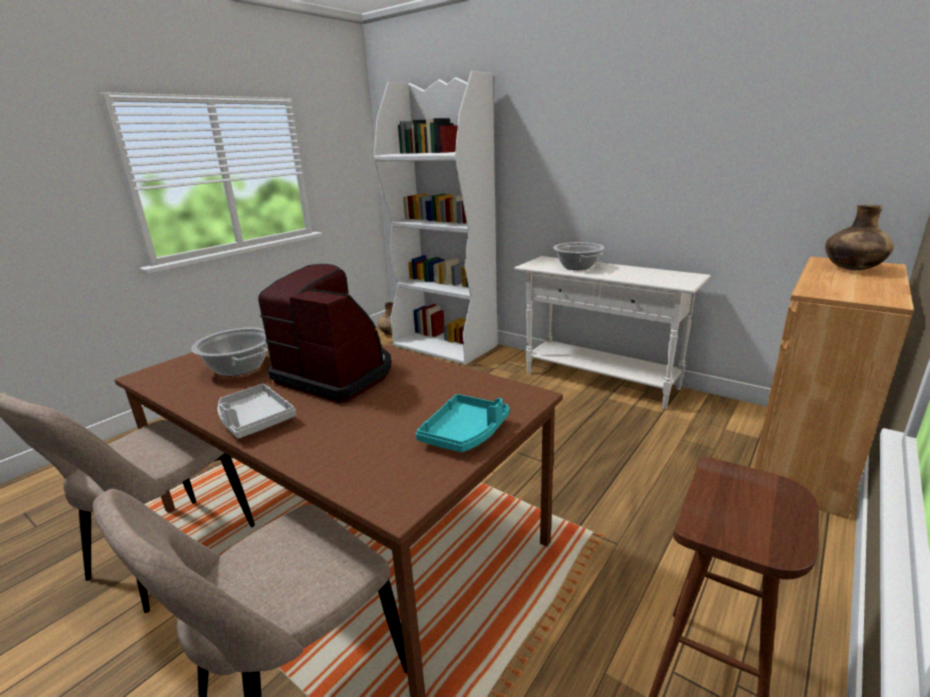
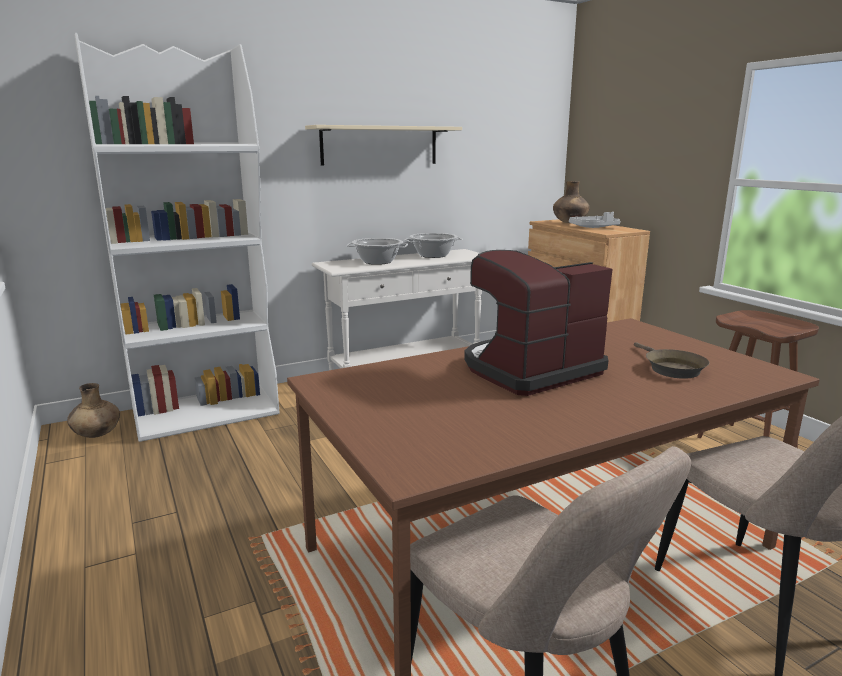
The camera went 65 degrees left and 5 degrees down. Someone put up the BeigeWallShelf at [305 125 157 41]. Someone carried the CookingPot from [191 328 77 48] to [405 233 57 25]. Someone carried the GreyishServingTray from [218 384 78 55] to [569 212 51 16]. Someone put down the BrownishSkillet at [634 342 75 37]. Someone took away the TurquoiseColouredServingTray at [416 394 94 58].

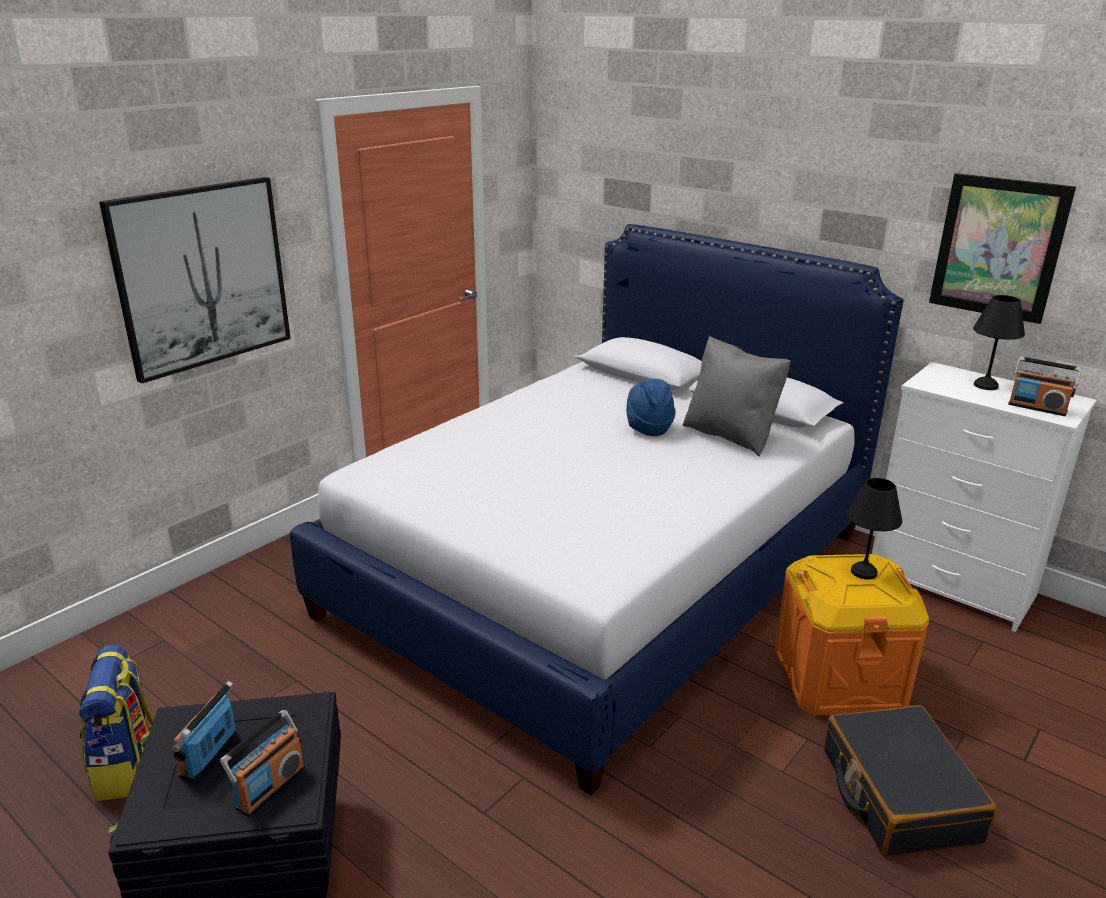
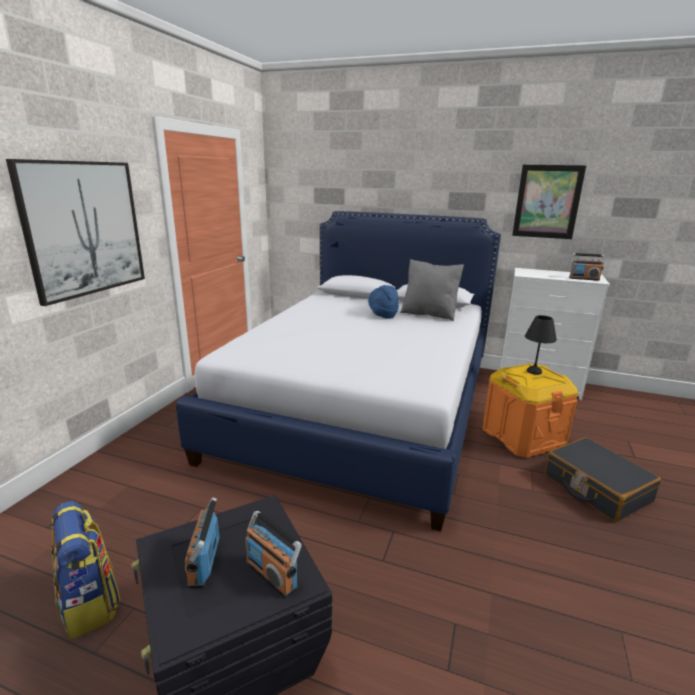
The camera went 20 degrees left and 5 degrees down. Someone rotated the Radio at [220 710 85 107] by 120 degrees clockwise. Someone took away the BlackColouredLampForATable at [973 295 52 95].

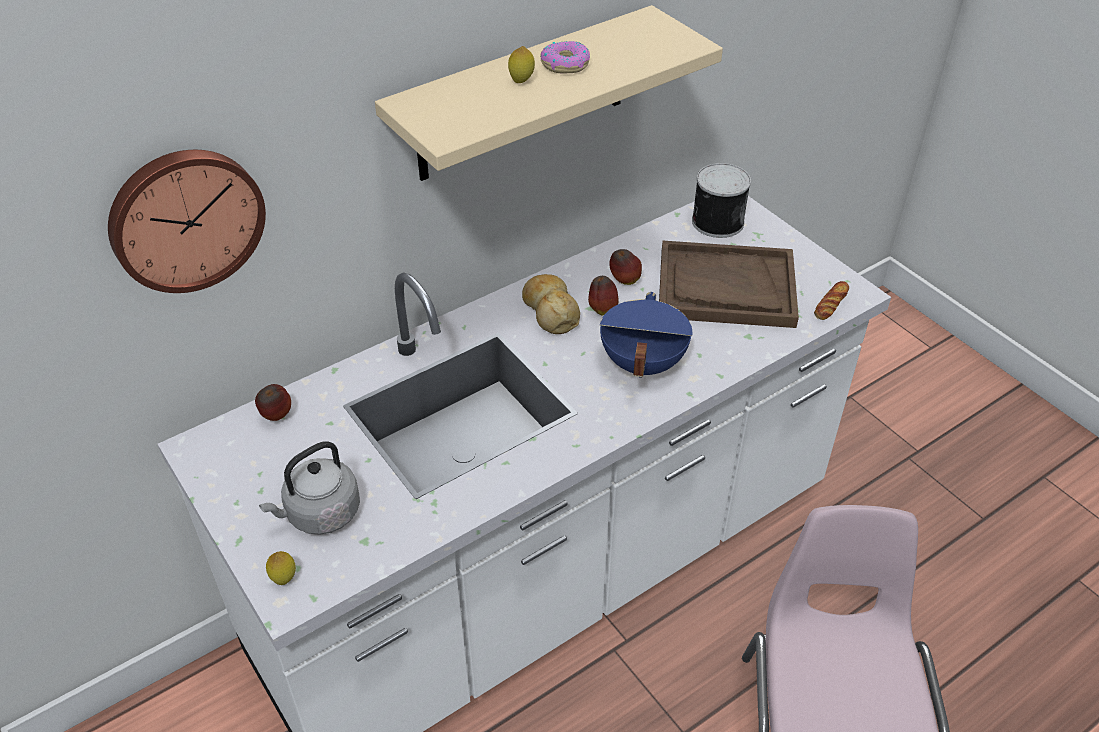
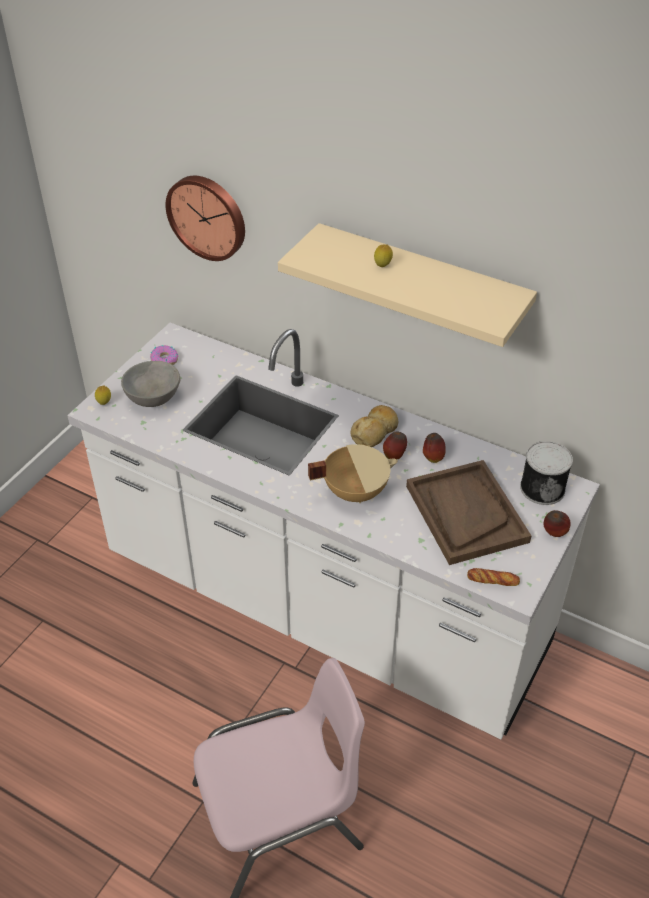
The camera went 65 degrees right and 0 degrees up. Someone swapped the GreyishKettle at [259 441 101 94] for the GreyishDeepDish at [121 361 60 46]. Someone carried the Doughnut from [540 41 50 32] to [150 345 28 20]. Someone repainted the BluishCookingPot at [600 292 92 86], which became the BeigeCookingPot at [308 444 90 59]. Someone carried the WholeApple from [255 384 36 37] to [544 510 27 27].

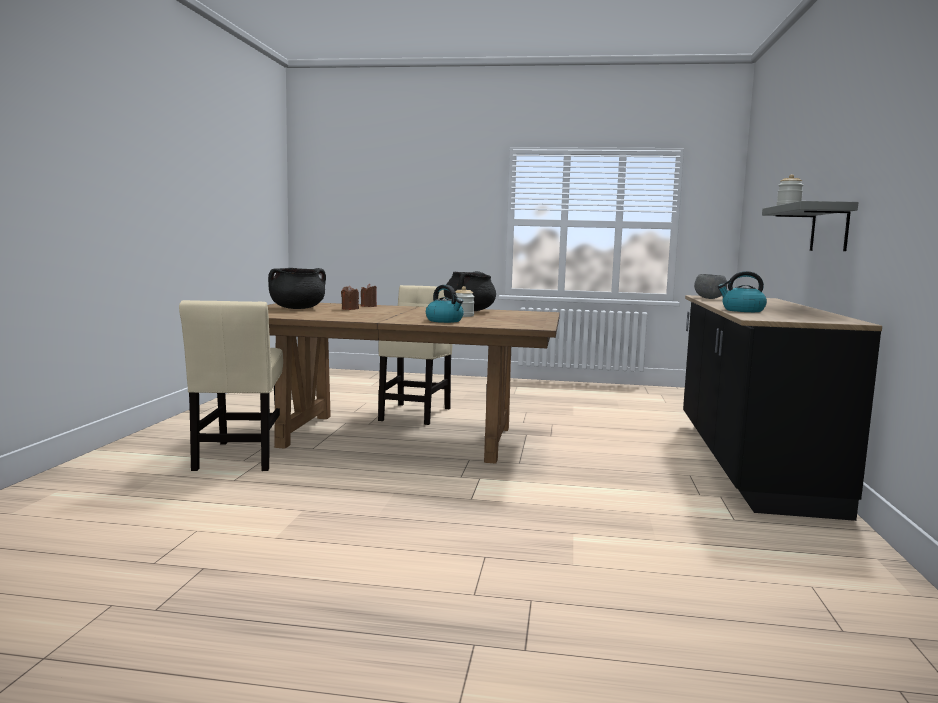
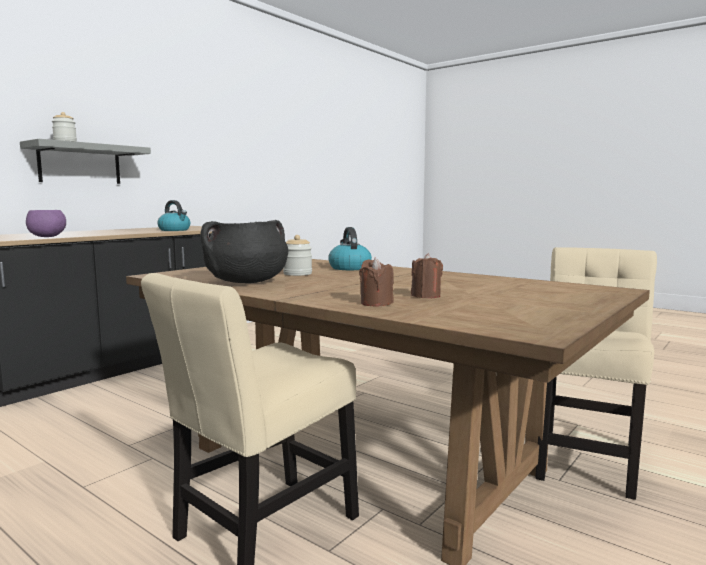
The camera went 150 degrees left and 0 degrees up. Someone repainted the GreyishDeepDish at [694 274 33 25], which became the PurplishDeepDish at [26 210 40 27]. Someone took away the BlackColouredCookingPot at [268 268 58 41].

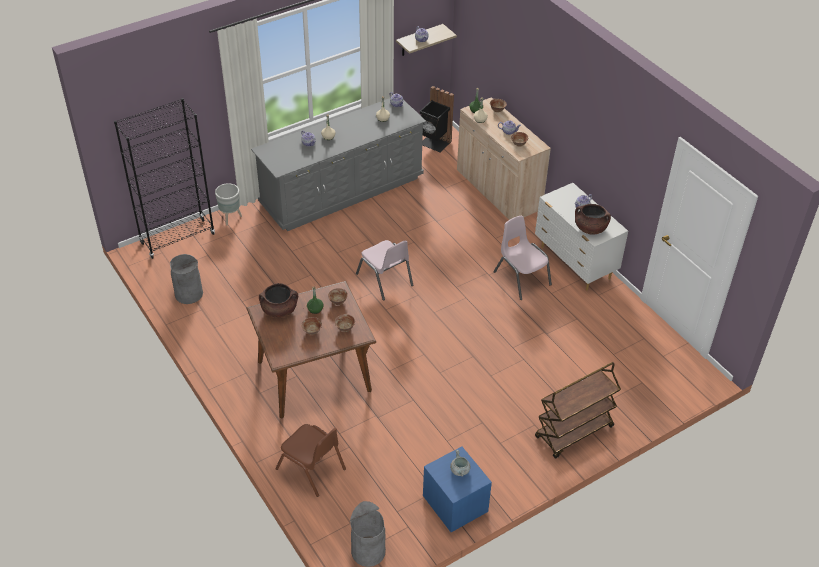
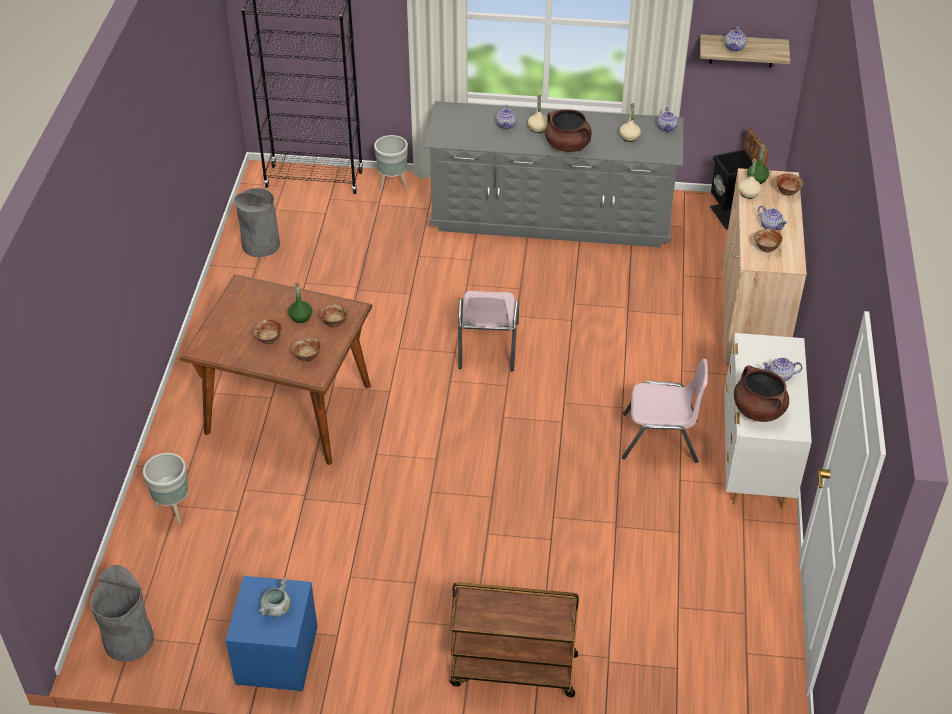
The camera went 40 degrees right and 0 degrees up. Someone swapped the BrownishUprightChair at [275 424 71 73] for the GreyishPlanter at [143 453 45 70]. Someone carried the BrownishCookingPot from [259 283 39 35] to [545 109 47 43]. Someone rotated the PinkishUprightChair at [493 216 59 84] by 90 degrees clockwise.

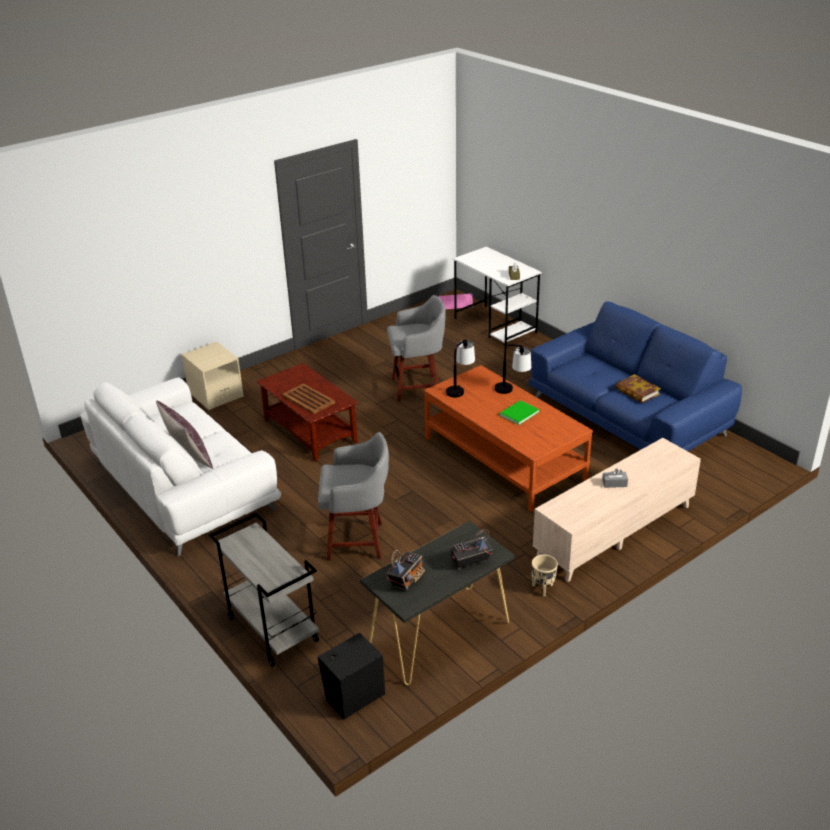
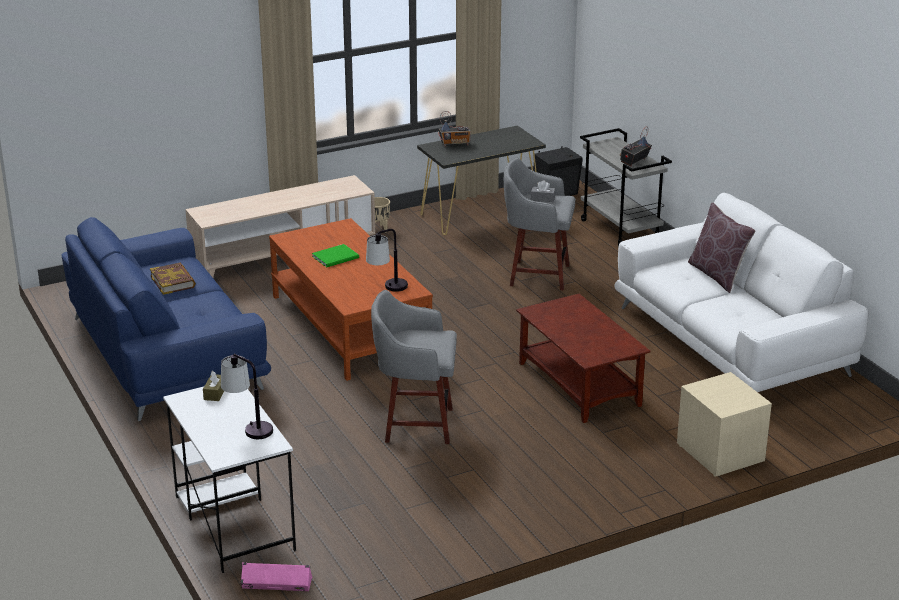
The camera went 170 degrees left and 5 degrees down. Someone carried the LampForATable from [495 344 36 50] to [221 354 52 85]. Someone carried the GreyishTissueBox from [602 468 26 20] to [531 181 24 21]. Someone carried the Radio from [387 550 38 40] to [619 126 33 41]. Someone took away the BrownishServingTray at [282 383 53 31].

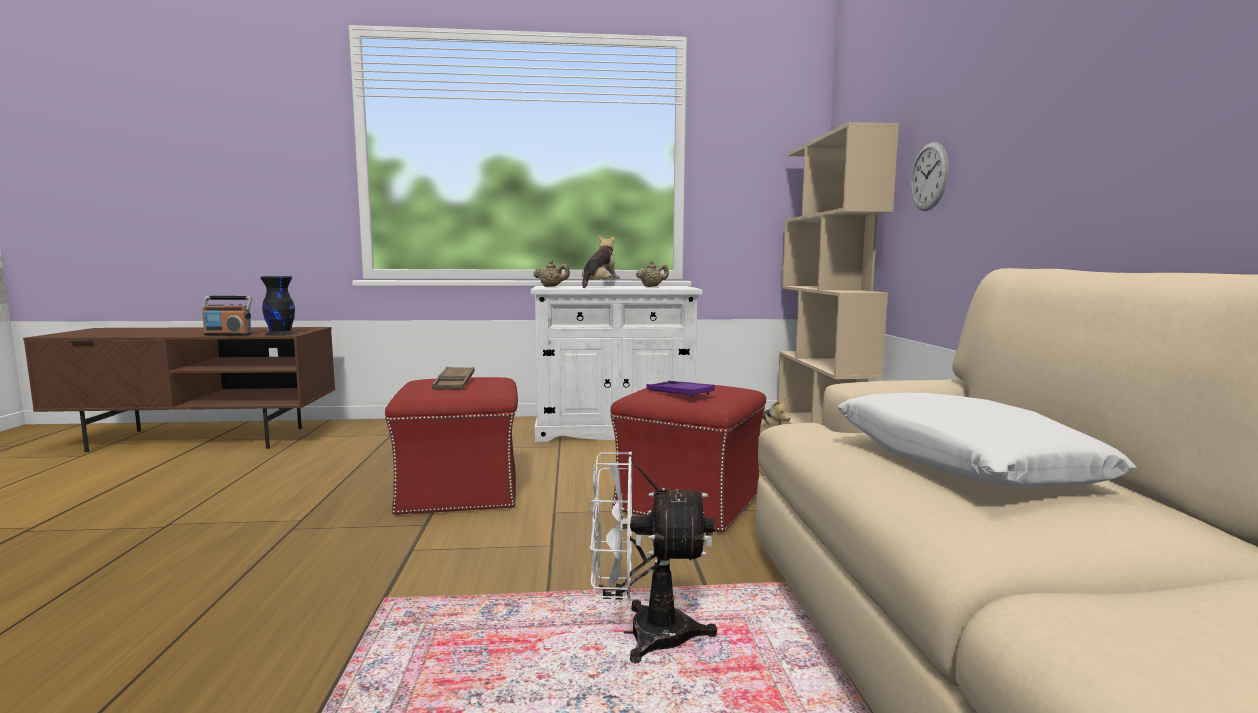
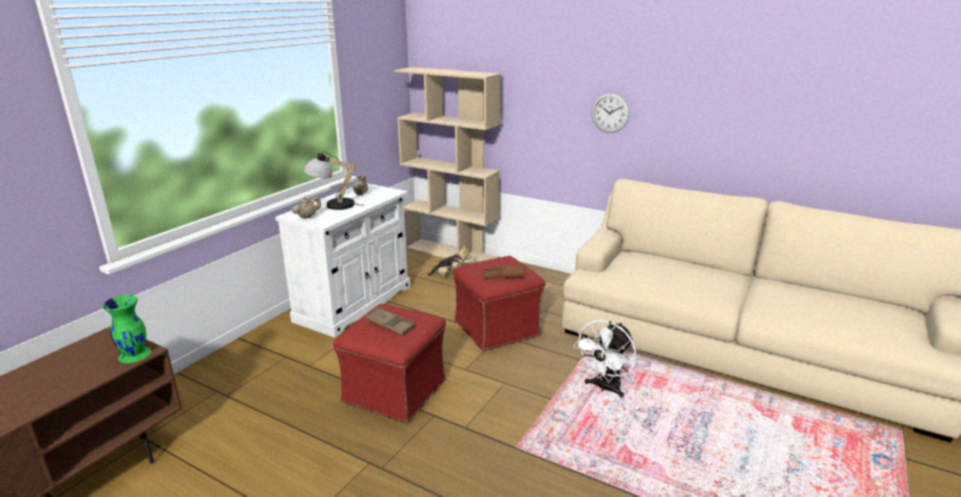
The camera went 55 degrees left and 15 degrees up. Someone repainted the BlackColouredDecorativeVase at [260 276 37 60], which became the GreenDecorativeVase at [103 295 48 68]. Someone swapped the SoftToy at [582 235 38 53] for the LampForATable at [303 151 62 59]. Someone repainted the PurplishServingTray at [646 381 69 16], which became the BrownishServingTray at [483 265 41 14]. Someone carried the HangingClock from [910 142 39 69] to [591 93 39 40]. Someone took away the Radio at [202 296 50 39]. Someone took away the WhitishThrowPillow at [838 393 298 94].

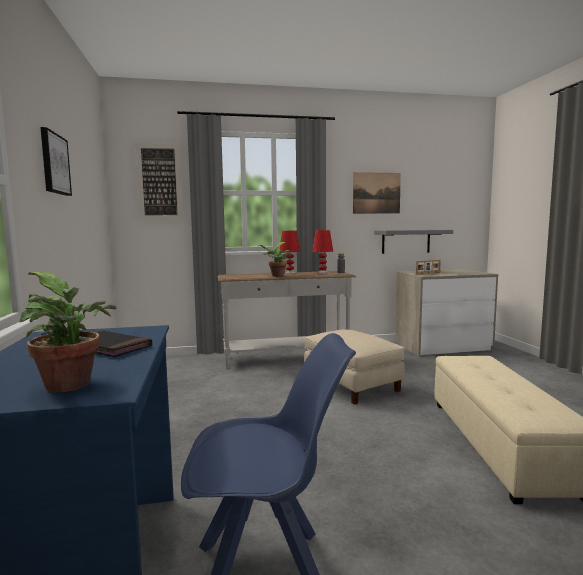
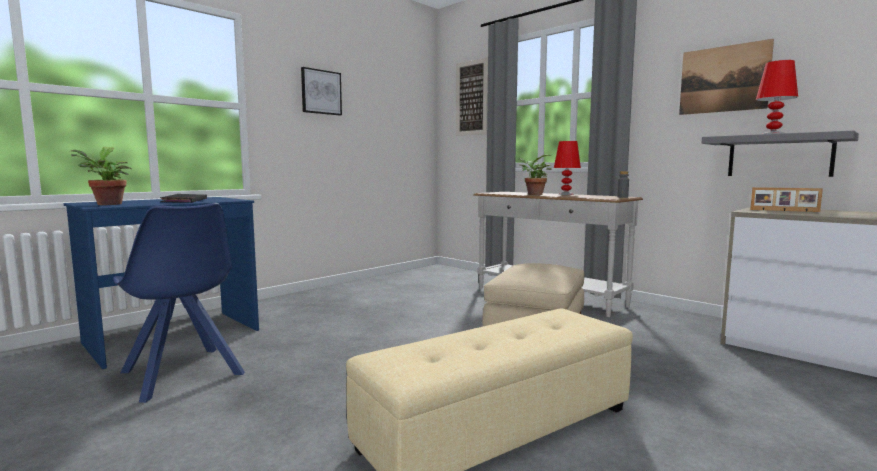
The camera went 55 degrees right and 0 degrees up. Someone carried the RedColouredLampForATable from [312 230 21 43] to [756 60 42 74].

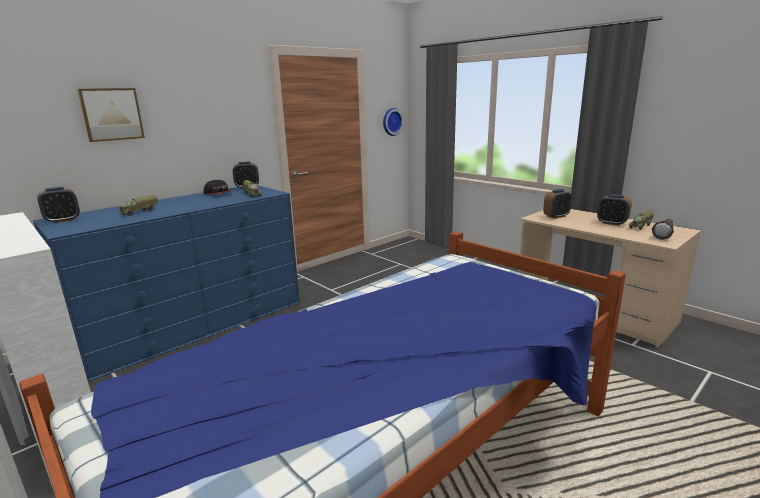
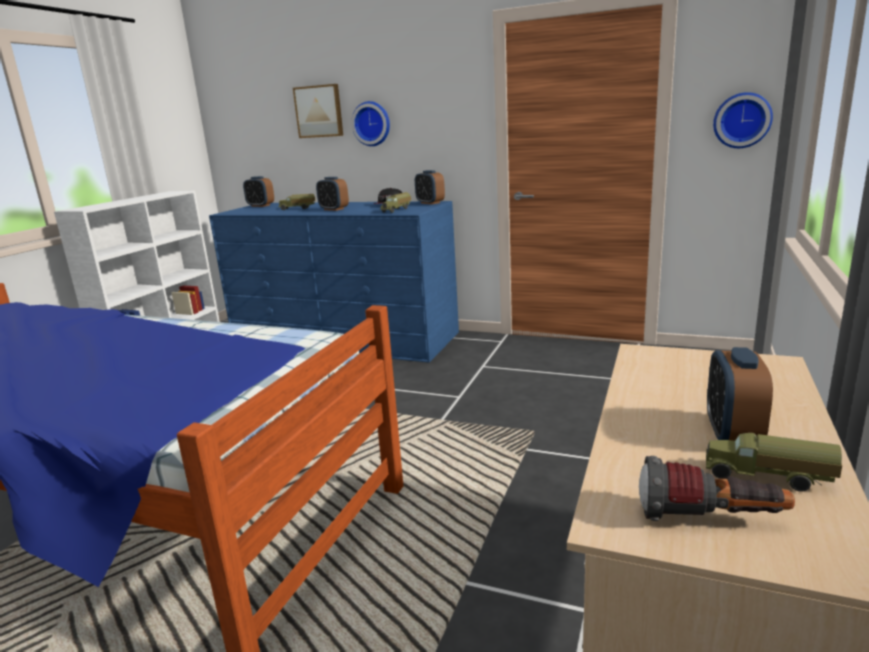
The camera went 65 degrees right and 0 degrees up. Someone carried the AlarmClock from [543 189 29 30] to [316 177 33 34]. Someone put up the HangingClock at [351 101 39 45].

